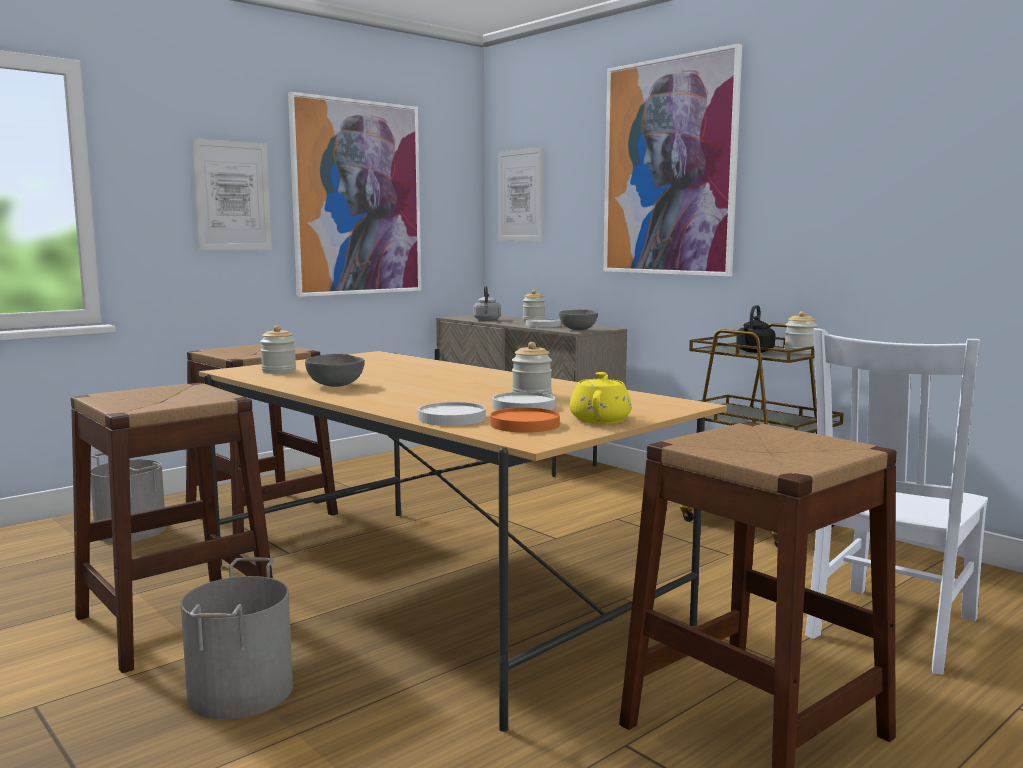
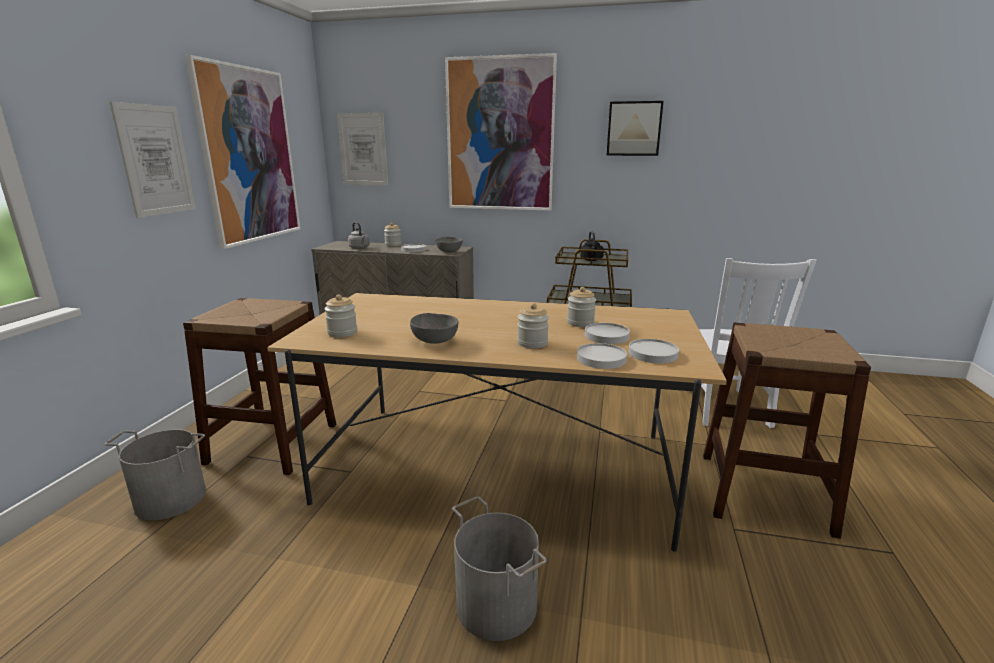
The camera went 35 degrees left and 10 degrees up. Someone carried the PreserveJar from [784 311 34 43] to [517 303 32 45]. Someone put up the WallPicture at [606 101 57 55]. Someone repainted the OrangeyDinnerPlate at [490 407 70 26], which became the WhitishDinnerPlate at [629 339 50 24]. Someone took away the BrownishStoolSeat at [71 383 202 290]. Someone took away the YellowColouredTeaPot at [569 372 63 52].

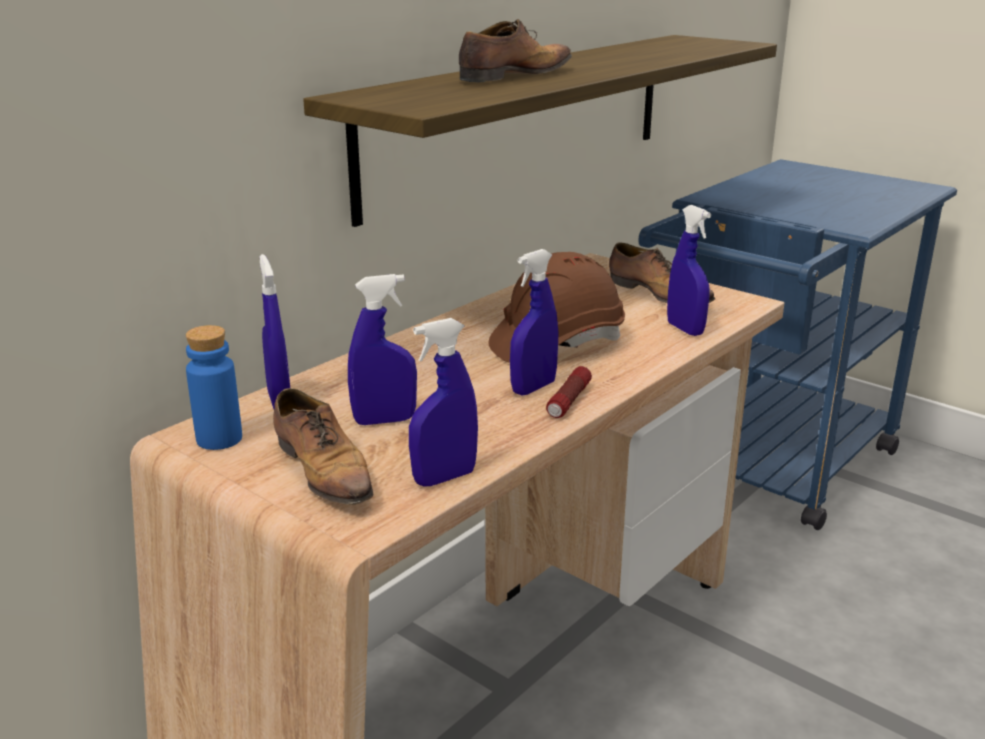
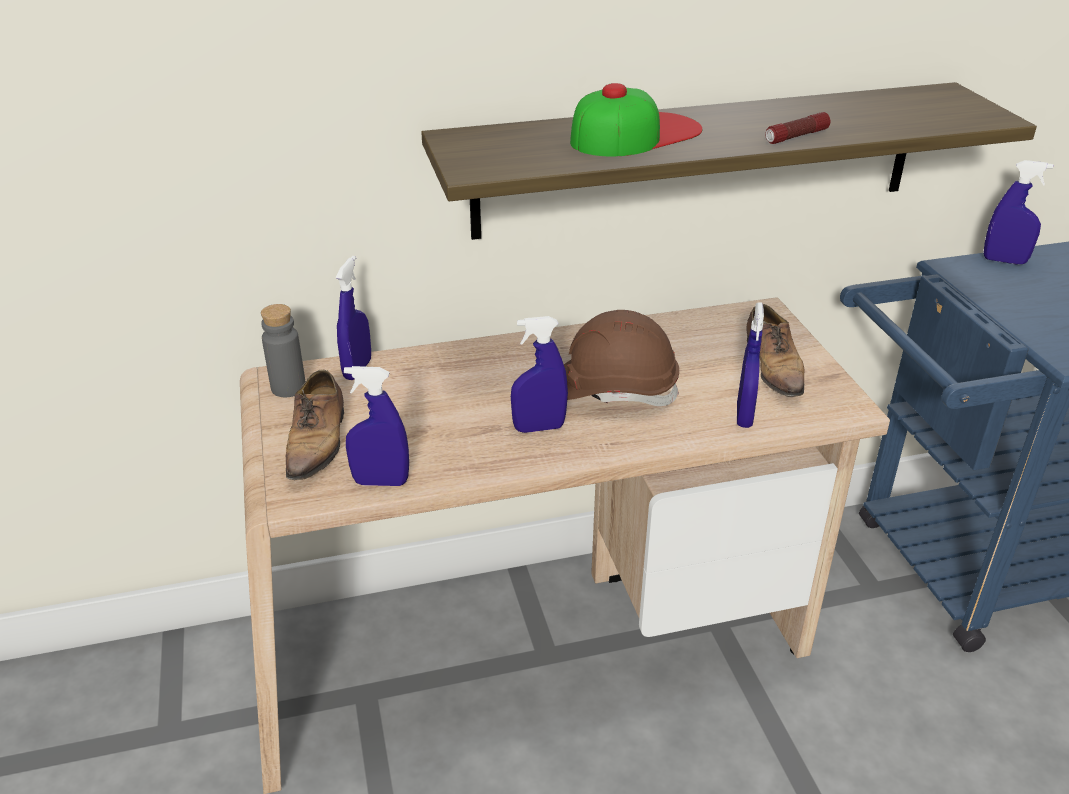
The camera went 35 degrees right and 10 degrees up. Someone repainted the BluishBeverageBottle at [186 325 56 125], which became the GreyishBeverageBottle at [261 304 44 93]. Someone swapped the Shoe at [459 19 113 63] for the Cap at [570 83 132 73]. Someone carried the HandTorch from [546 366 46 52] to [765 112 65 32]. Someone carried the BluishSprayer from [348 274 69 151] to [984 160 69 104].

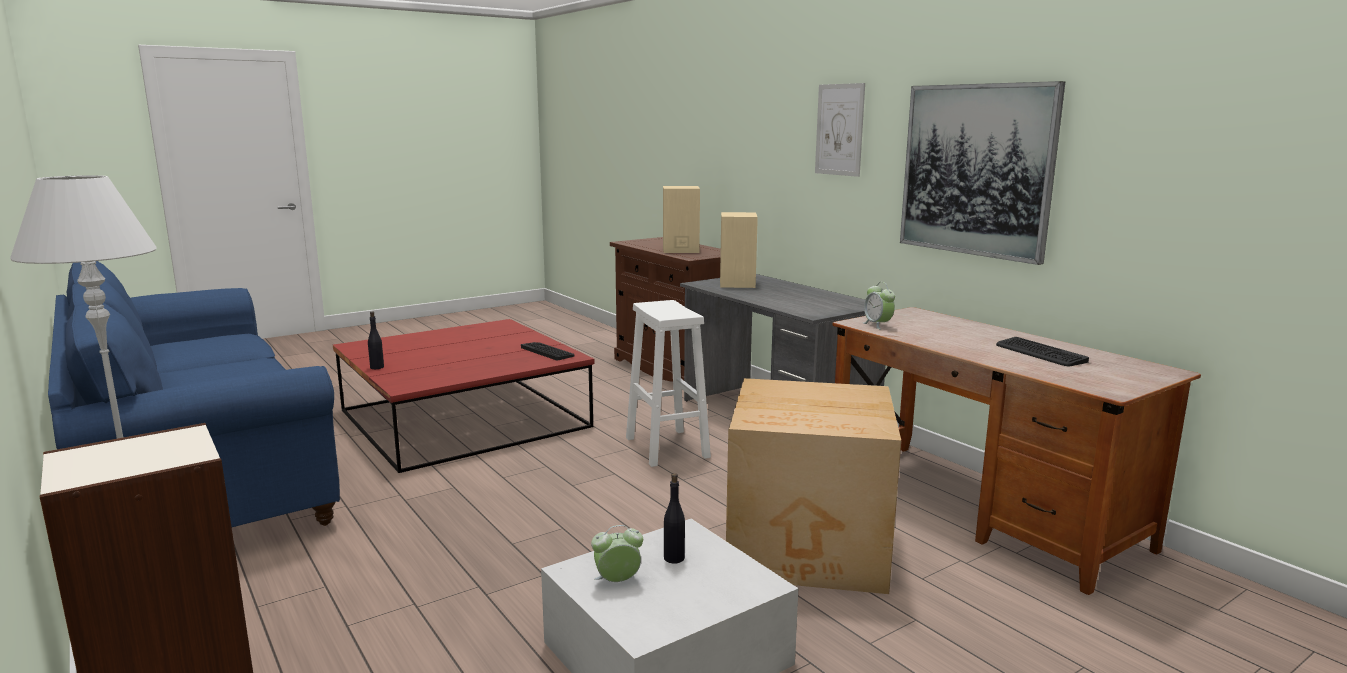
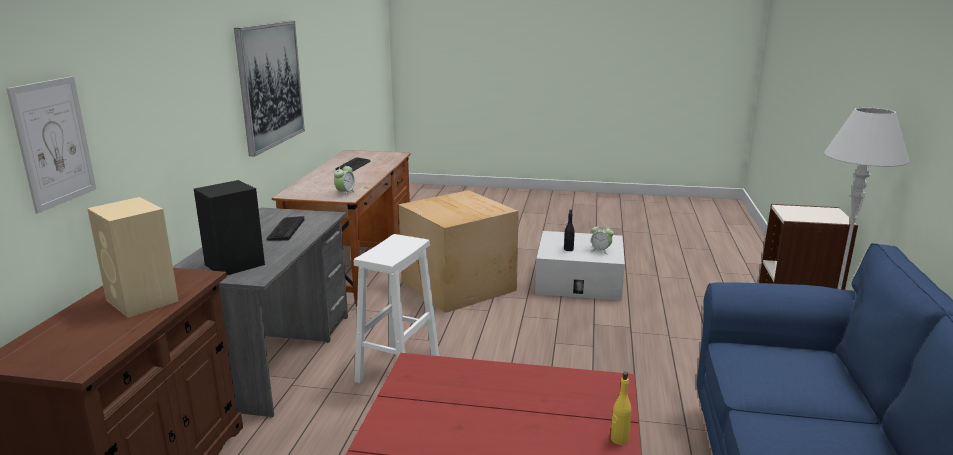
The camera went 135 degrees left and 5 degrees up. Someone carried the WallPicture from [815 83 50 94] to [6 76 90 138]. Someone repainted the BeigeAudioSpeaker at [720 212 38 76], which became the BlackColouredAudioSpeaker at [194 180 71 95]. Someone carried the Keyboard from [521 342 54 19] to [267 216 37 24]. Someone repainted the BlackColouredBeverageBottle at [368 312 16 57], which became the YellowColouredBeverageBottle at [611 372 20 73].

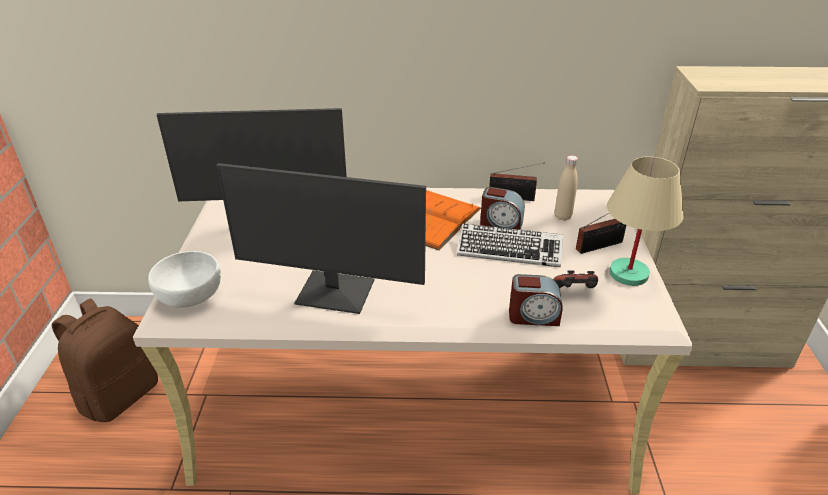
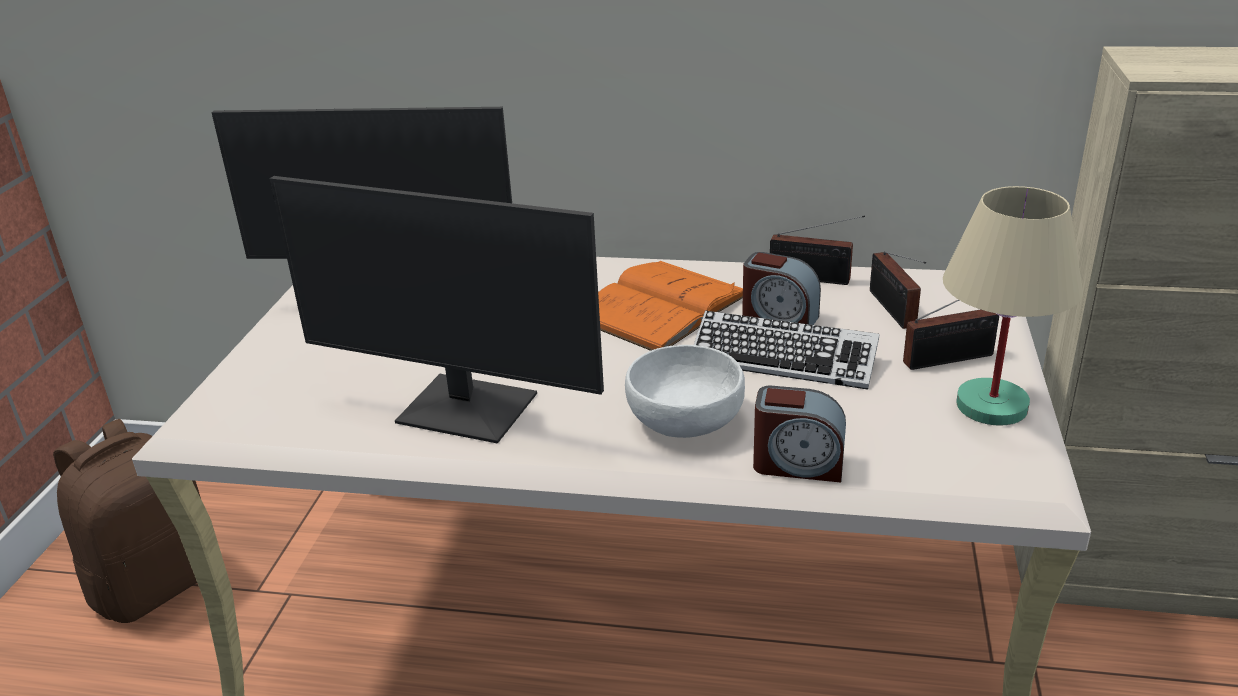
The camera went 10 degrees right and 5 degrees down. Someone carried the WhitishDeepDish from [148 251 73 57] to [625 345 120 93]. Someone swapped the BeigeBeverageBottle at [554 155 24 66] for the Radio at [870 251 56 78]. Someone took away the GameController at [553 270 45 18].

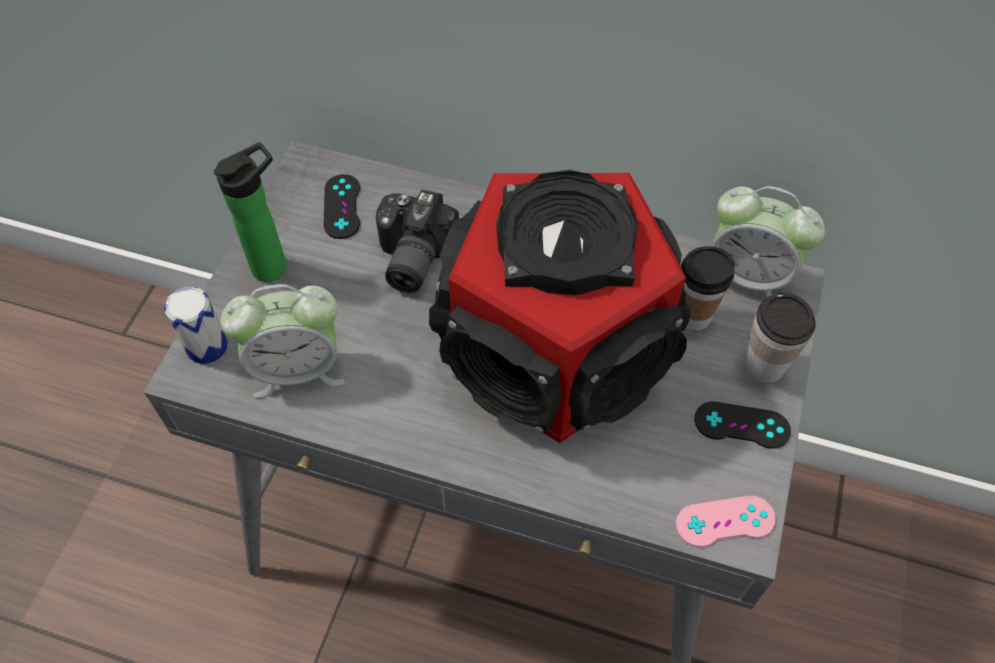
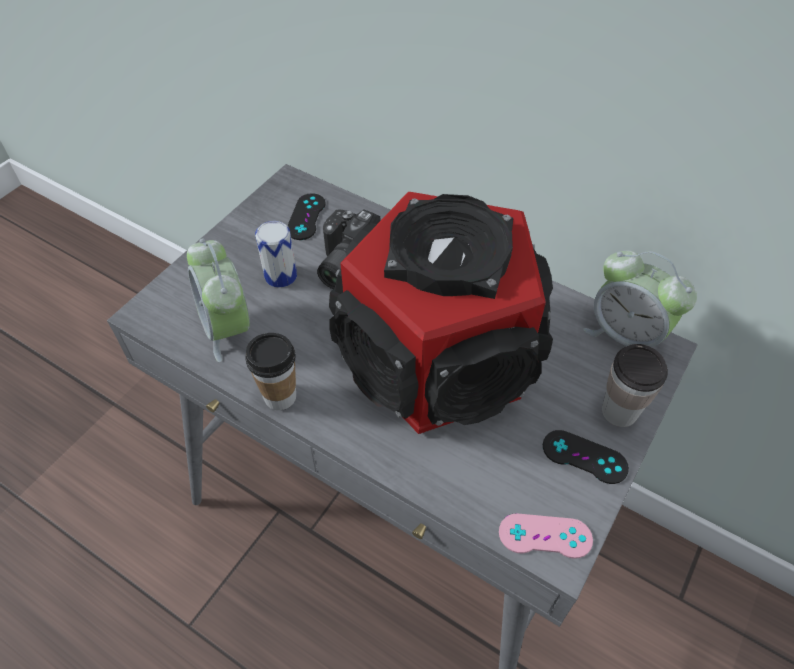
The camera went 15 degrees right and 5 degrees down. Someone rotated the AlarmClock at [220 284 125 114] by 60 degrees clockwise. Someone carried the SmallCup from [681 246 54 85] to [245 333 51 77]. Someone carried the SealedCan from [164 286 64 78] to [255 221 42 67]. Someone took away the BeverageBottle at [214 142 73 140].

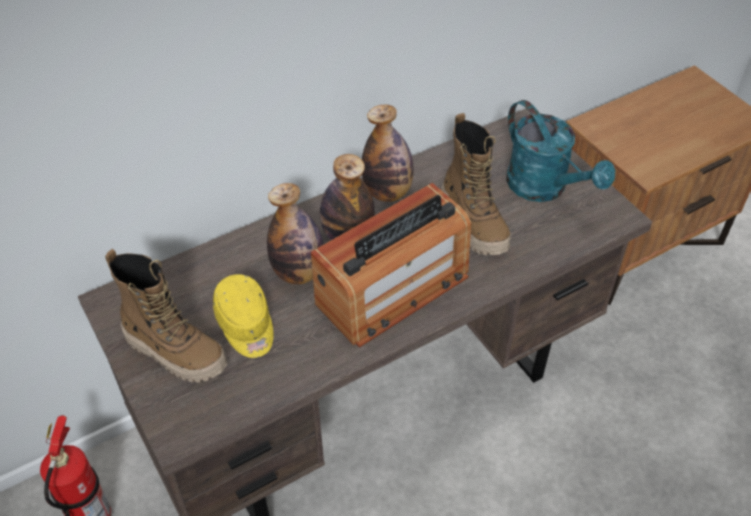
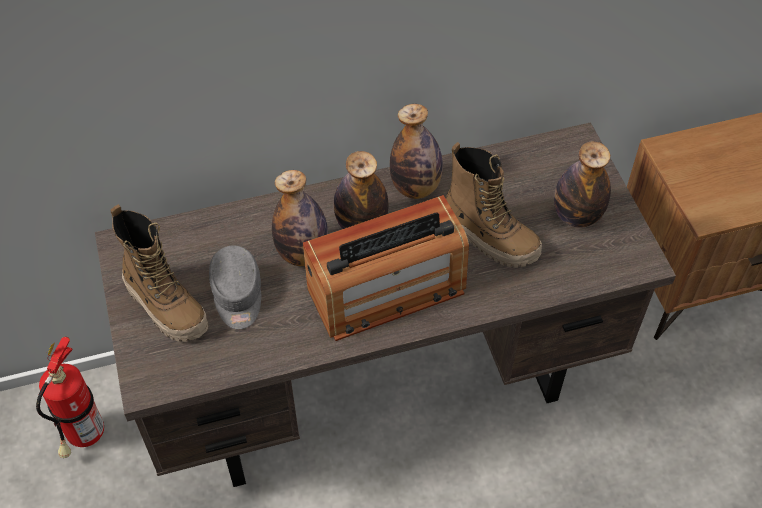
The camera went 15 degrees right and 5 degrees up. Someone repainted the YellowColouredCap at [213 274 60 84], which became the GreyishCap at [209 245 52 84]. Someone rotated the Boot at [441 113 70 142] by 45 degrees counterclockwise. Someone swapped the TurquoiseColouredSprinklingCan at [506 100 109 102] for the BeverageBottle at [554 141 57 86].

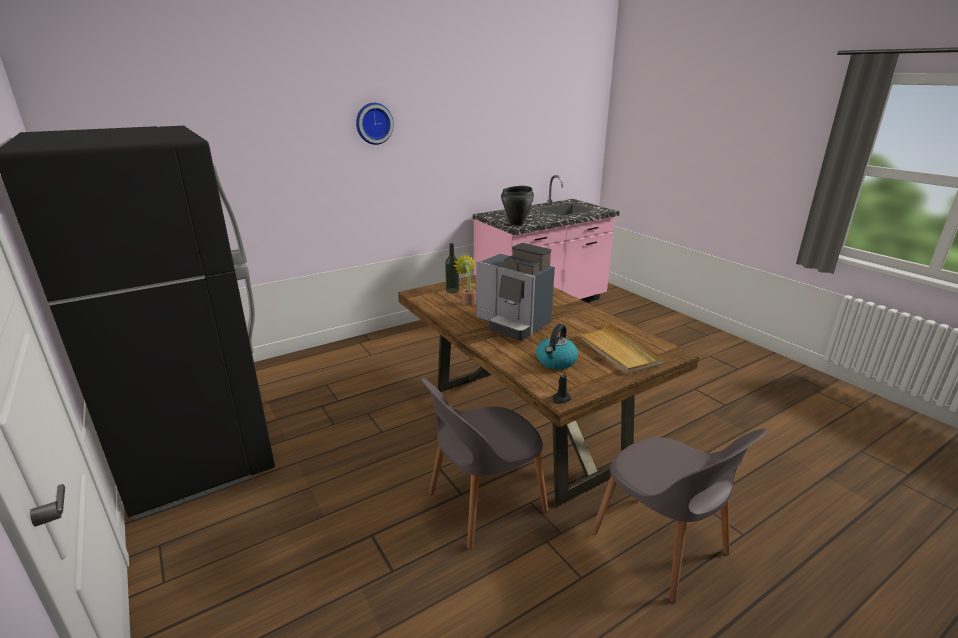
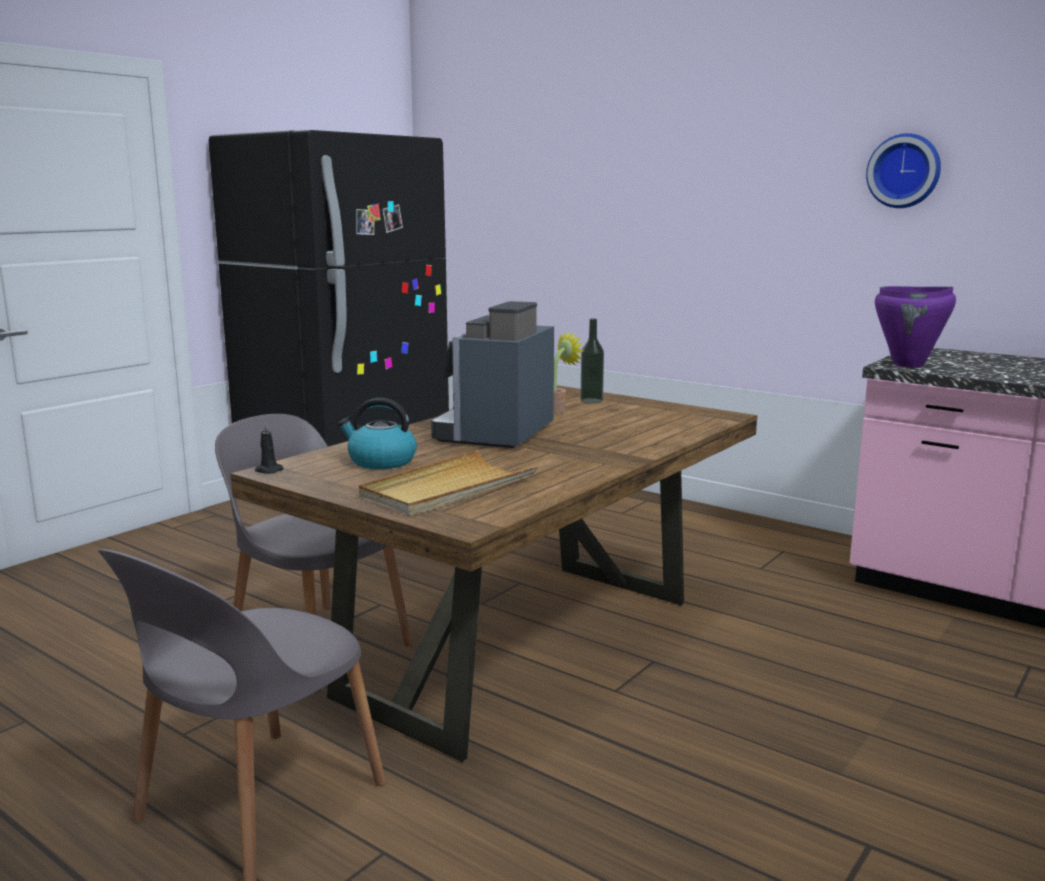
The camera went 70 degrees right and 10 degrees down. Someone carried the HangingClock from [356 103 38 42] to [866 133 75 75]. Someone repainted the BlackColouredCookingPot at [501 186 33 40], which became the PurplishCookingPot at [875 286 81 81].

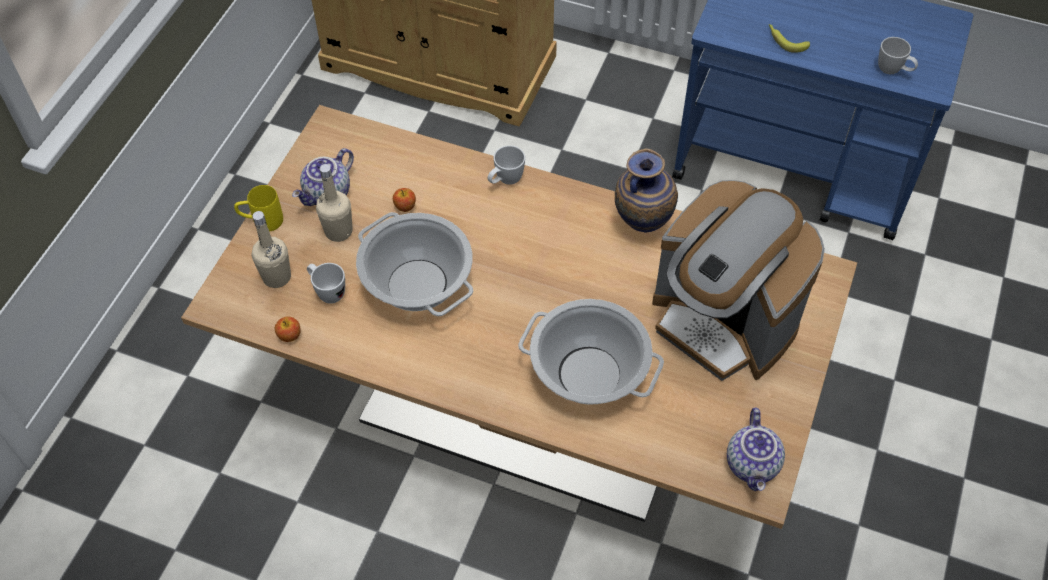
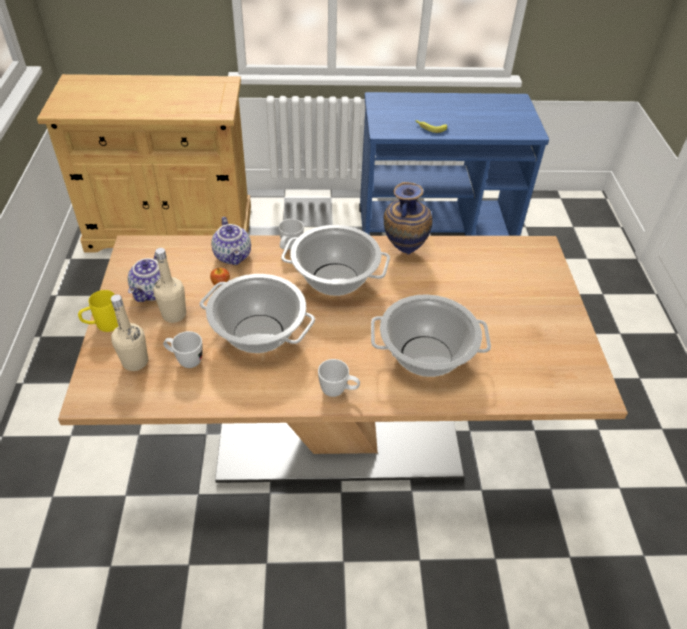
The camera went 25 degrees left and 10 degrees down. Someone carried the TeaPot from [727 408 58 83] to [211 217 40 48]. Someone put down the CookingPot at [281 225 109 71]. Someone carried the WhitishCoffeeMug from [878 37 40 37] to [318 359 42 38]. Someone took away the WholeApple at [275 316 26 26]. Someone took away the CoffeeMaker at [652 180 173 201].

